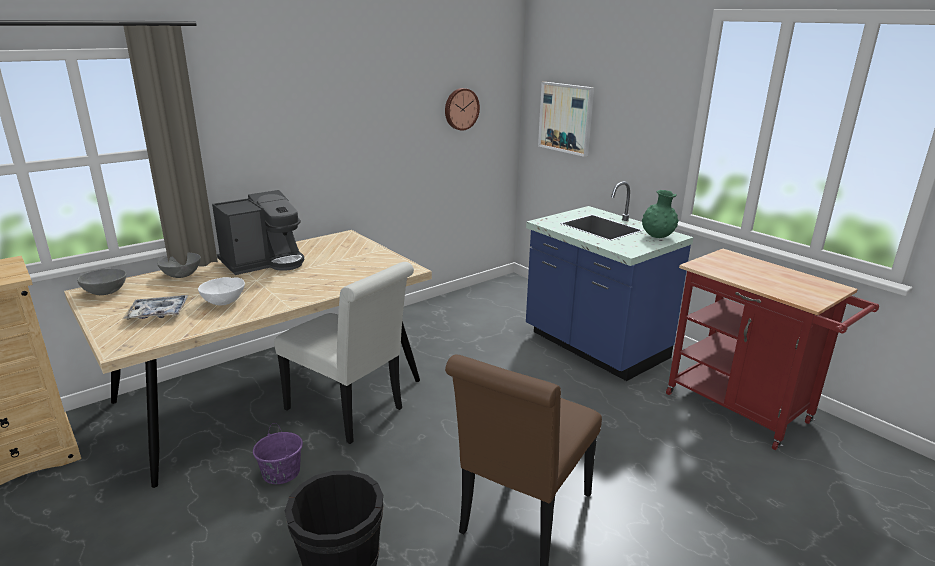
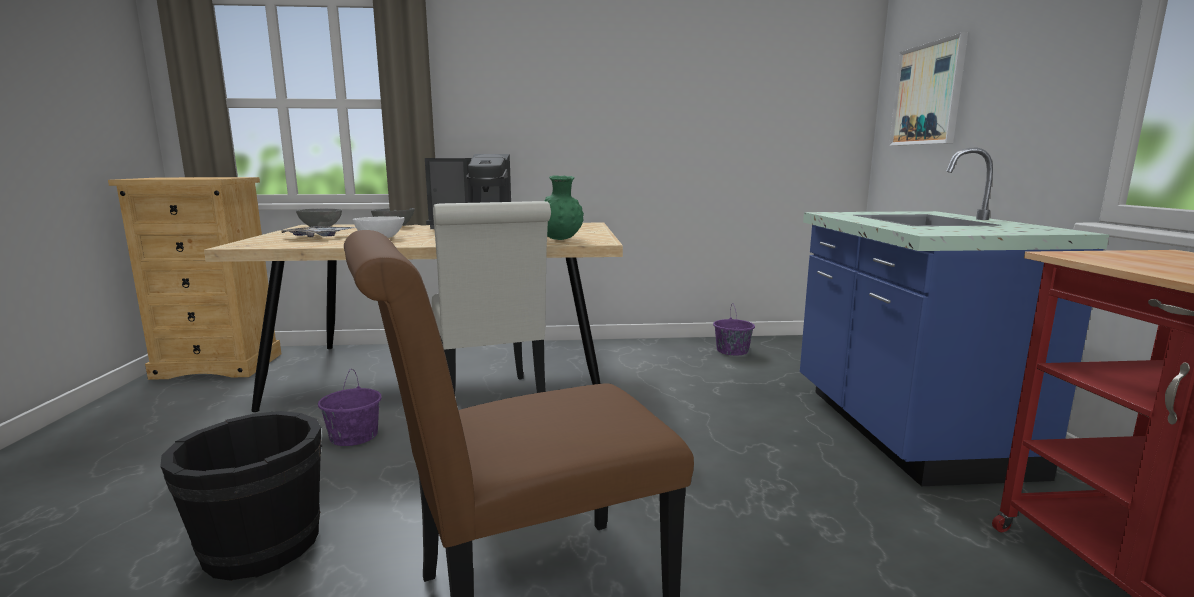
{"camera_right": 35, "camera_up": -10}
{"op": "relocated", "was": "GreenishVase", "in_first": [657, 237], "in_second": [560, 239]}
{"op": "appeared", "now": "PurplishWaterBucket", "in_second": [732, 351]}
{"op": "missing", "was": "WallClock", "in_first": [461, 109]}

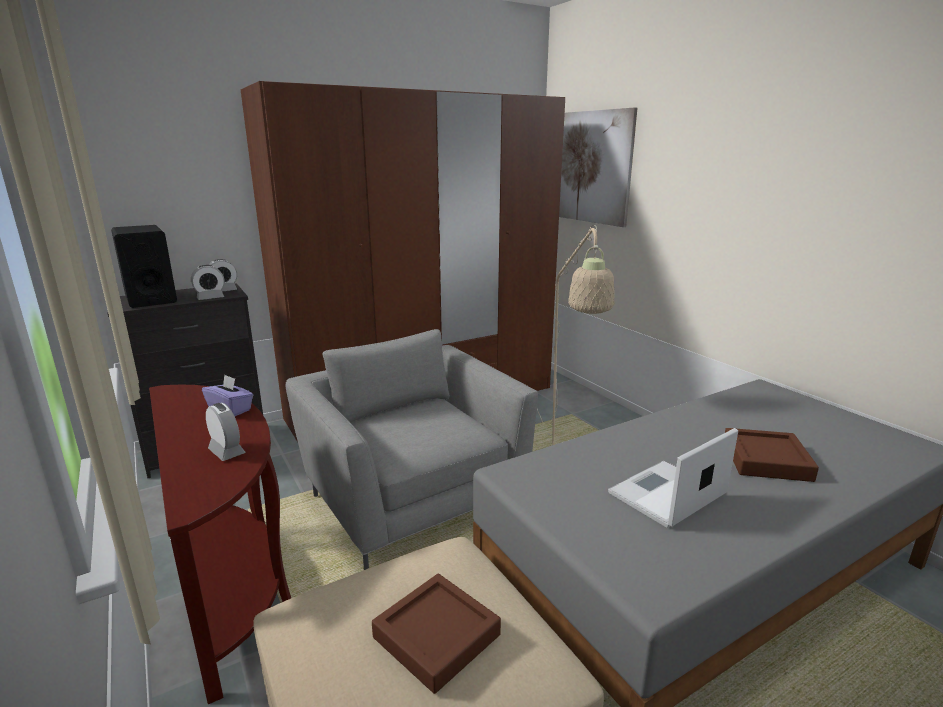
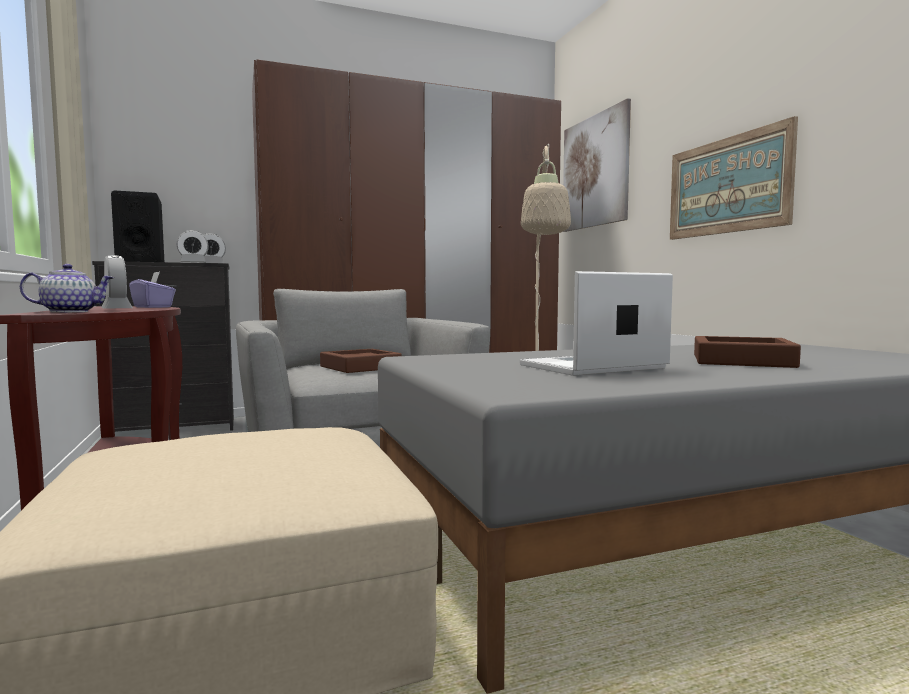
{"camera_right": 10, "camera_up": -15}
{"op": "appeared", "now": "PotForTea", "in_second": [70, 312]}
{"op": "relocated", "was": "BrownColouredTray", "in_first": [436, 636], "in_second": [360, 367]}
{"op": "appeared", "now": "Picture", "in_second": [727, 186]}

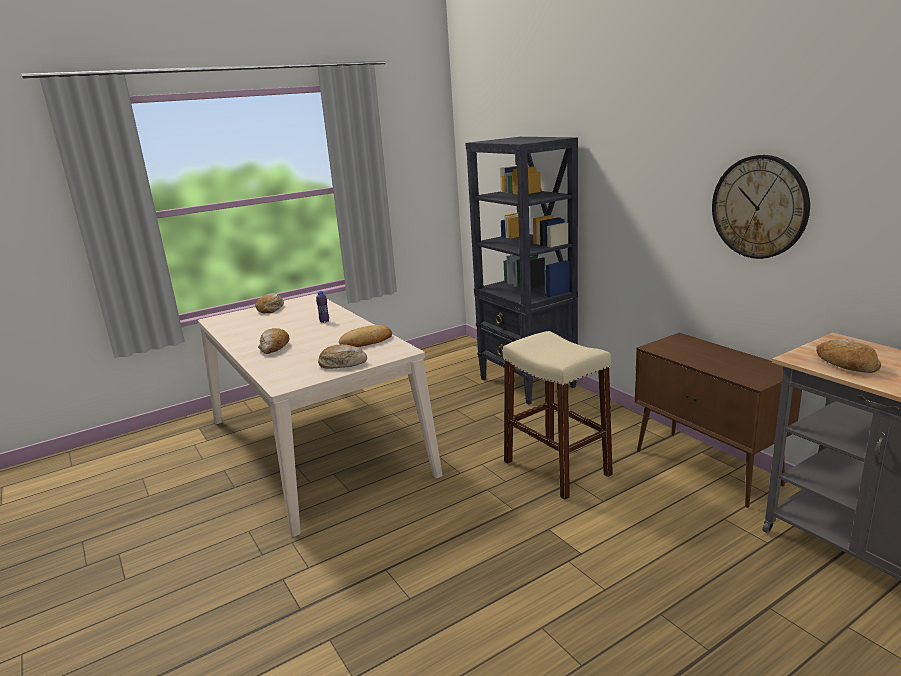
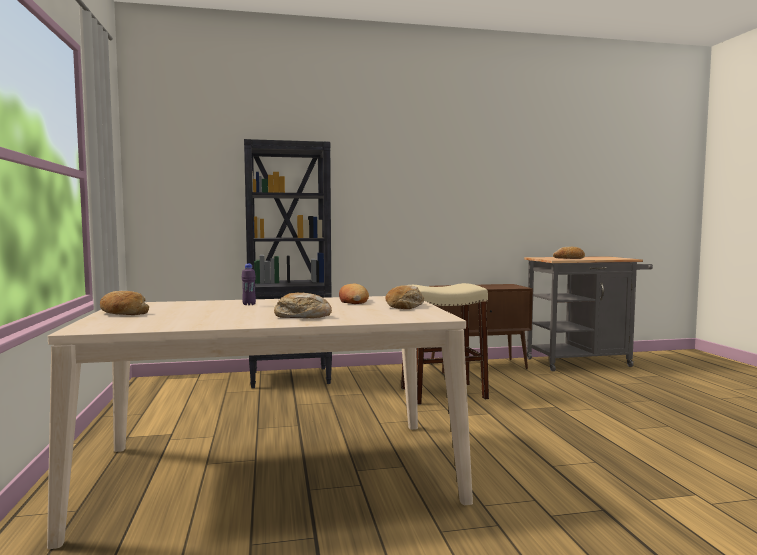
{"camera_right": -70, "camera_up": -15}
{"op": "missing", "was": "WallClock", "in_first": [759, 207]}

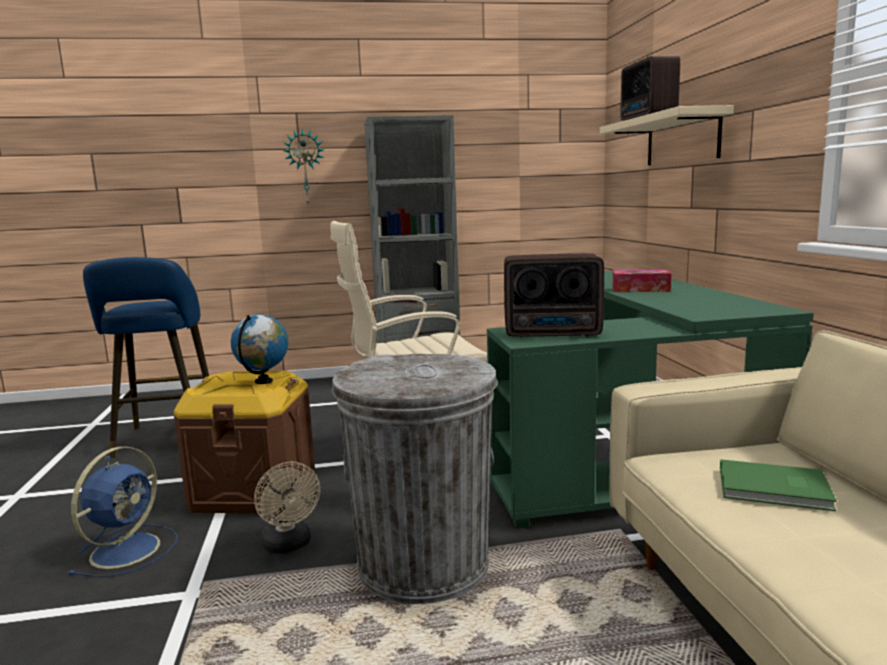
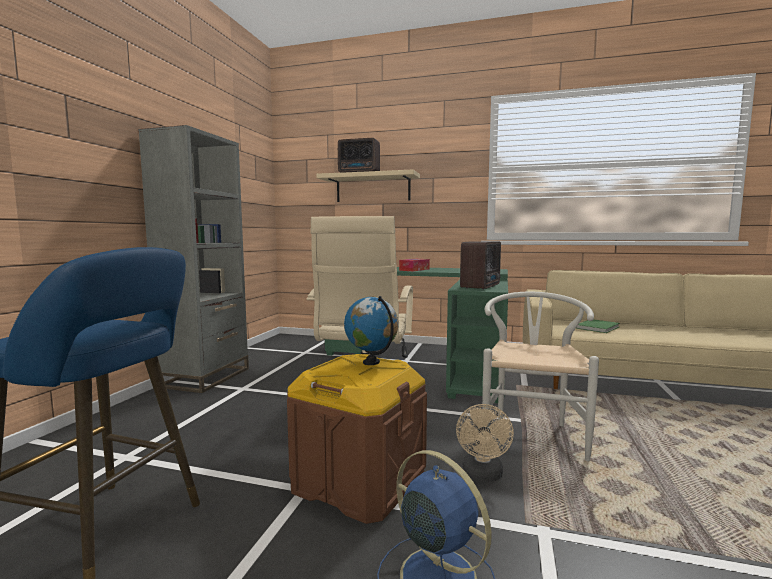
{"camera_right": -65, "camera_up": -5}
{"op": "spun", "was": "SandColouredCoolingFan", "in_first": [289, 545], "in_second": [482, 475], "clockwise": 105}
{"op": "exchanged", "was": "GreyWasteBin", "now": "WhitishUprightChair", "in_first": [423, 564], "in_second": [532, 434]}
{"op": "missing", "was": "WallClock", "in_first": [305, 167]}

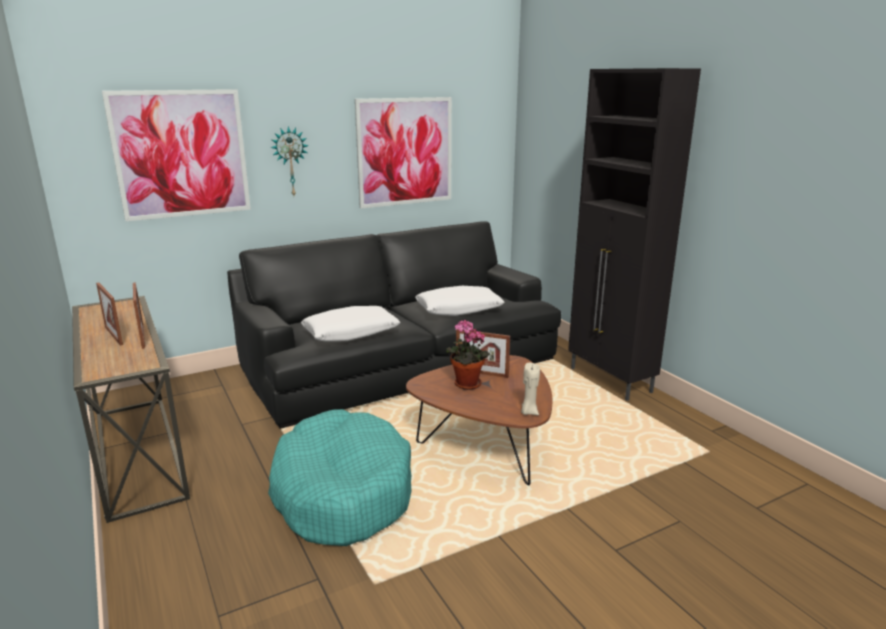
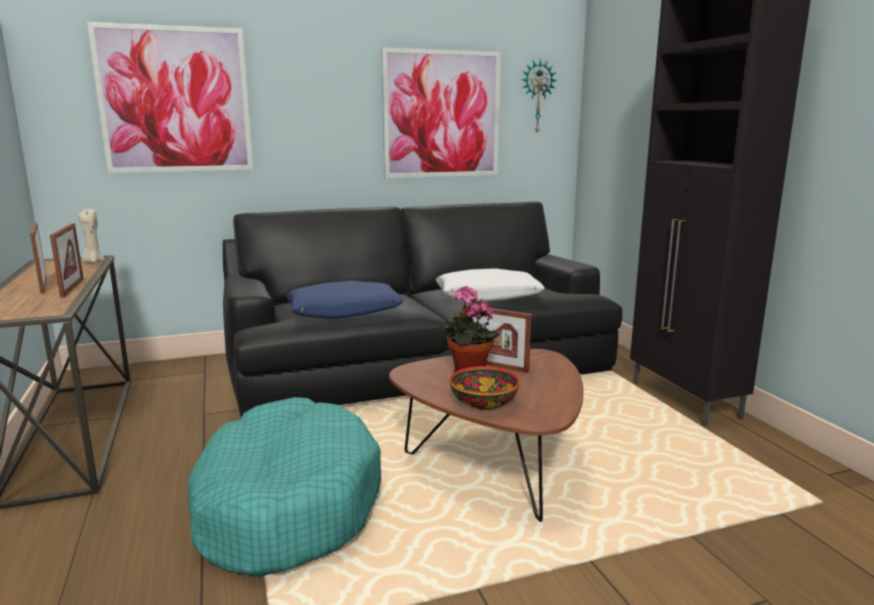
{"camera_right": 10, "camera_up": -5}
{"op": "relocated", "was": "SandColouredWaxCandle", "in_first": [529, 412], "in_second": [93, 261]}
{"op": "colour", "was": "WhitishCushion", "now": "BlueCushion", "in_first": [351, 333], "in_second": [344, 312]}
{"op": "appeared", "now": "DeepDish", "in_second": [484, 403]}
{"op": "relocated", "was": "WallClock", "in_first": [290, 162], "in_second": [537, 97]}

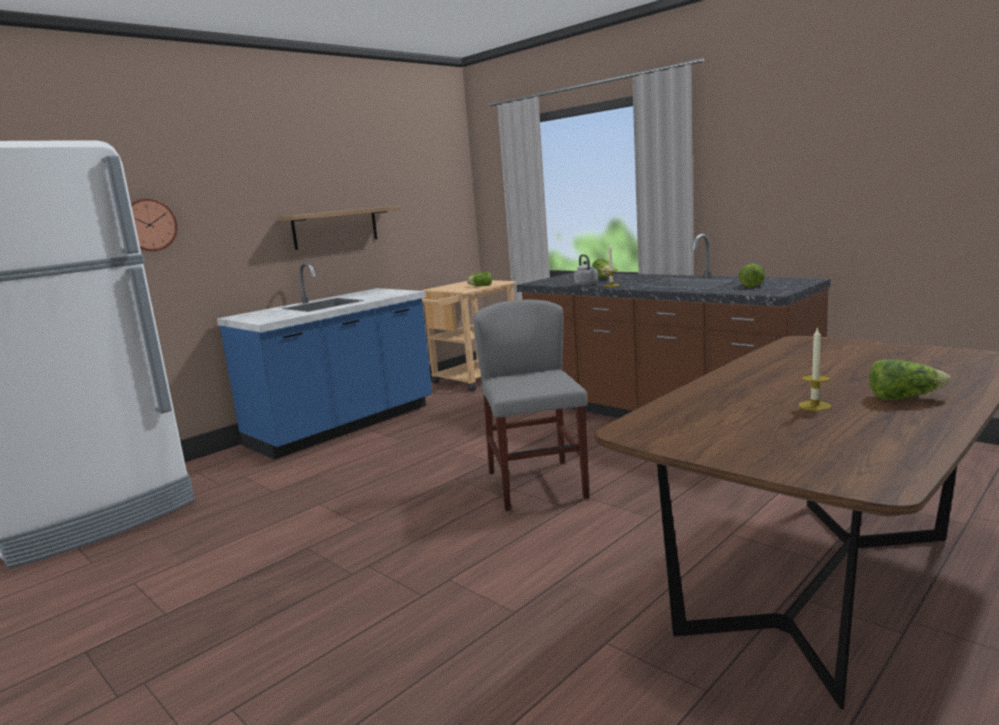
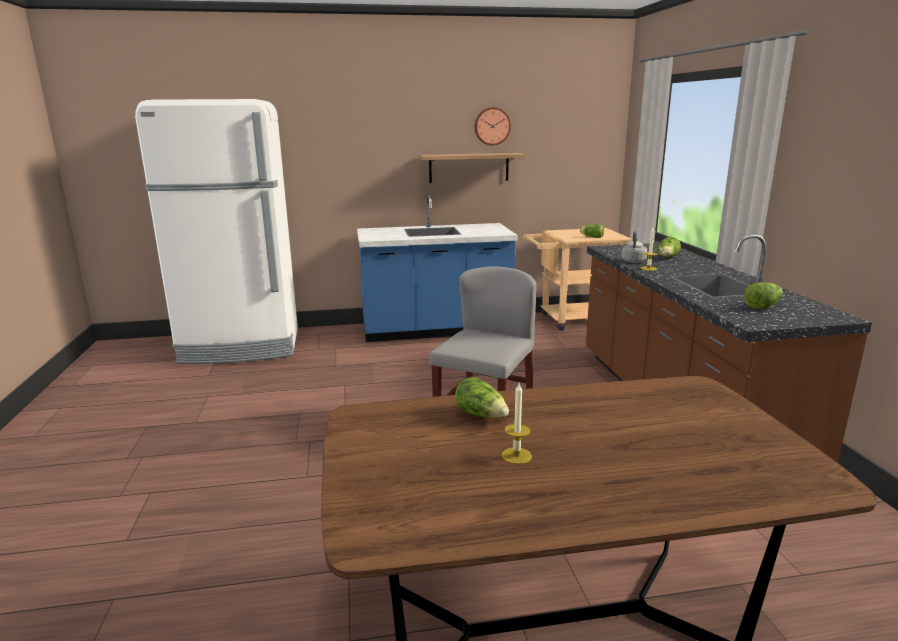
{"camera_right": 35, "camera_up": 5}
{"op": "relocated", "was": "LettuceHead", "in_first": [903, 397], "in_second": [482, 415]}
{"op": "relocated", "was": "WallClock", "in_first": [148, 225], "in_second": [492, 126]}

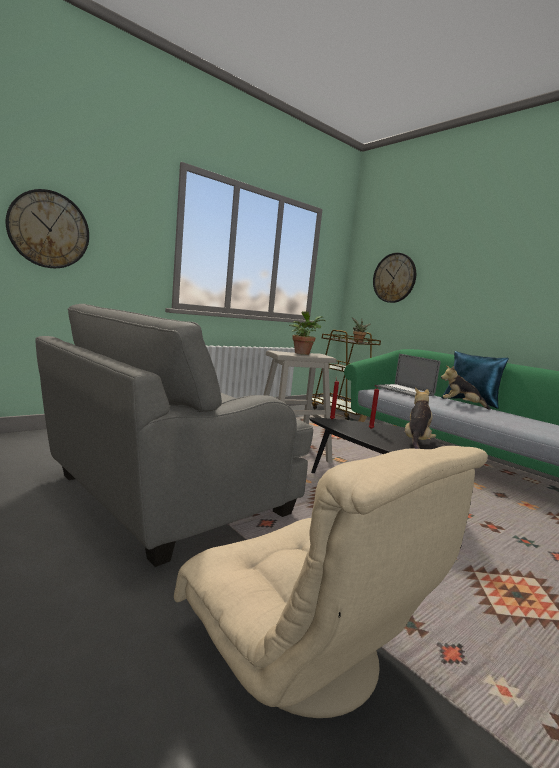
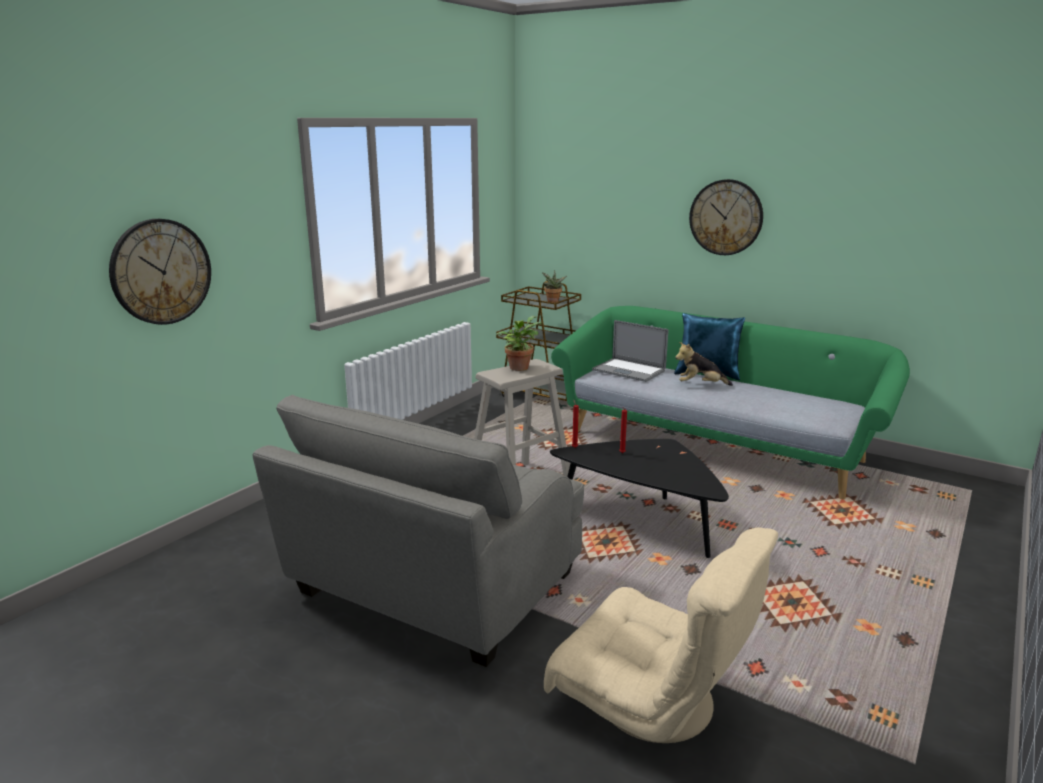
{"camera_right": -15, "camera_up": 10}
{"op": "relocated", "was": "WallClock", "in_first": [394, 278], "in_second": [726, 217]}
{"op": "missing", "was": "SoftToy", "in_first": [416, 442]}

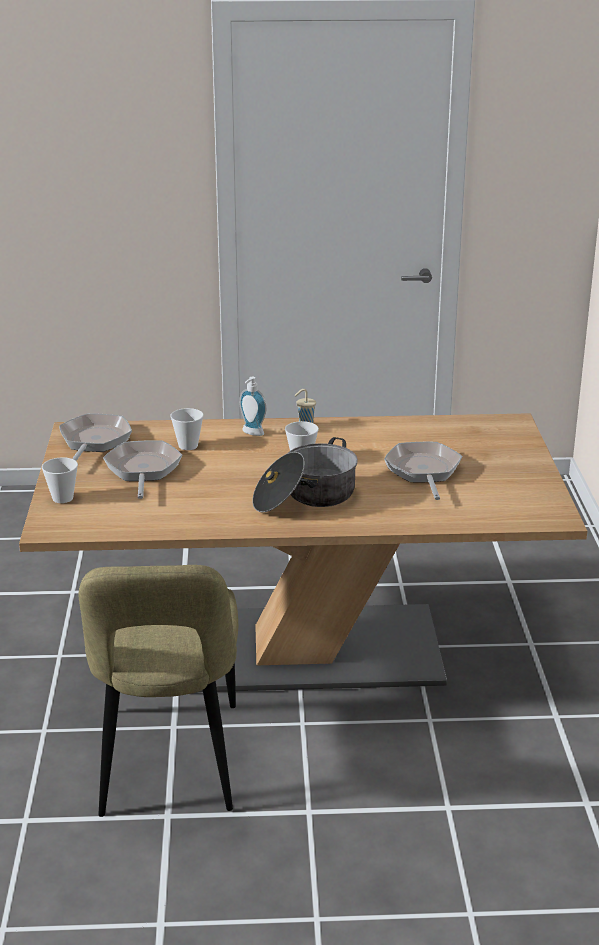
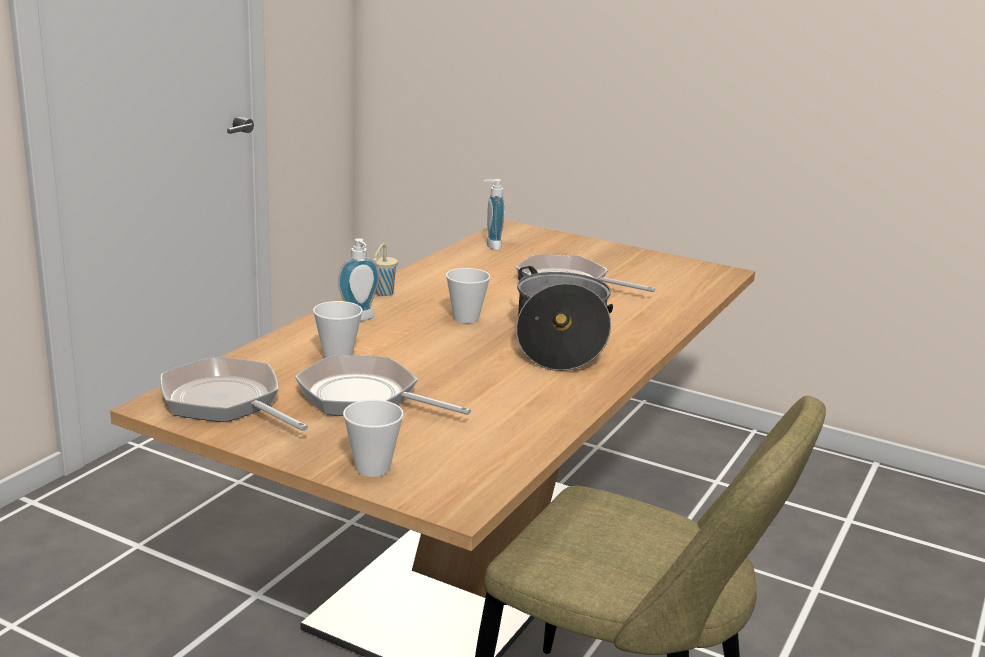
{"camera_right": -60, "camera_up": -5}
{"op": "appeared", "now": "SoapDispenser", "in_second": [490, 246]}

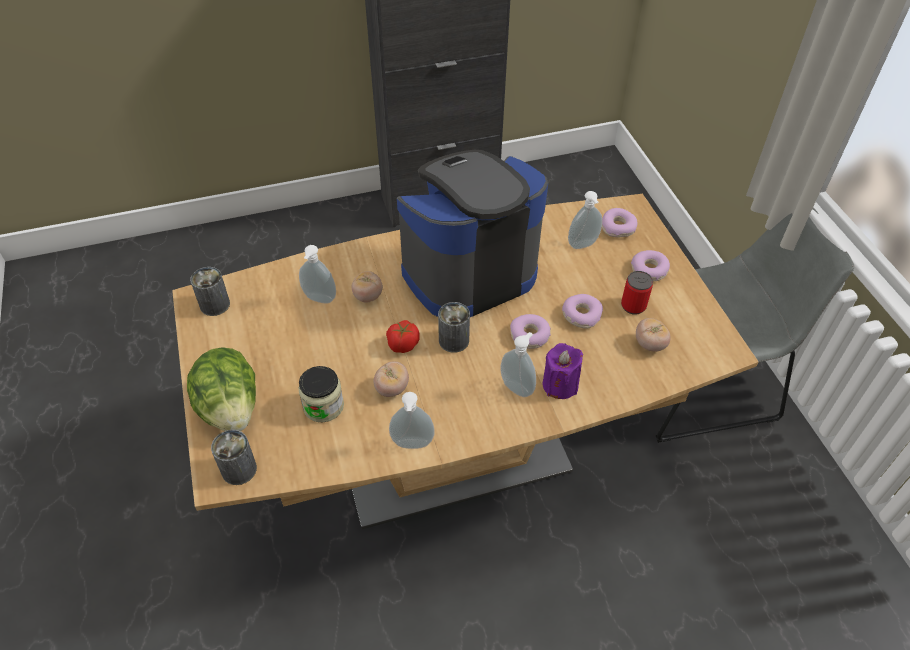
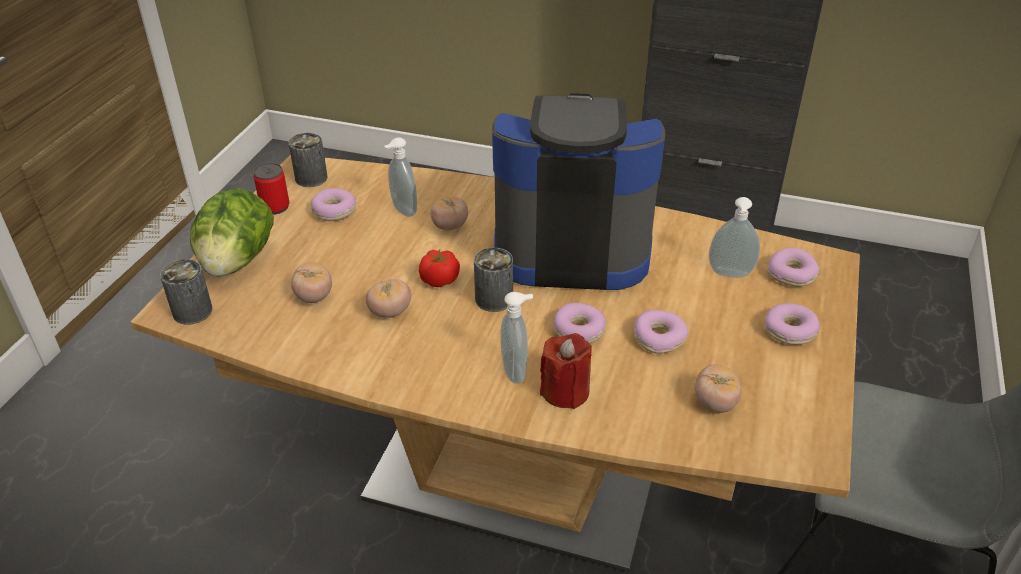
{"camera_right": 35, "camera_up": -10}
{"op": "relocated", "was": "SealedCan", "in_first": [633, 306], "in_second": [275, 207]}
{"op": "exchanged", "was": "Jar", "now": "WholeTomato", "in_first": [323, 406], "in_second": [314, 297]}
{"op": "appeared", "now": "Donut", "in_second": [334, 211]}
{"op": "colour", "was": "PurplishWaxCandle", "now": "RedColouredWaxCandle", "in_first": [560, 385], "in_second": [565, 391]}
{"op": "missing", "was": "SoapDispenser", "in_first": [412, 445]}

